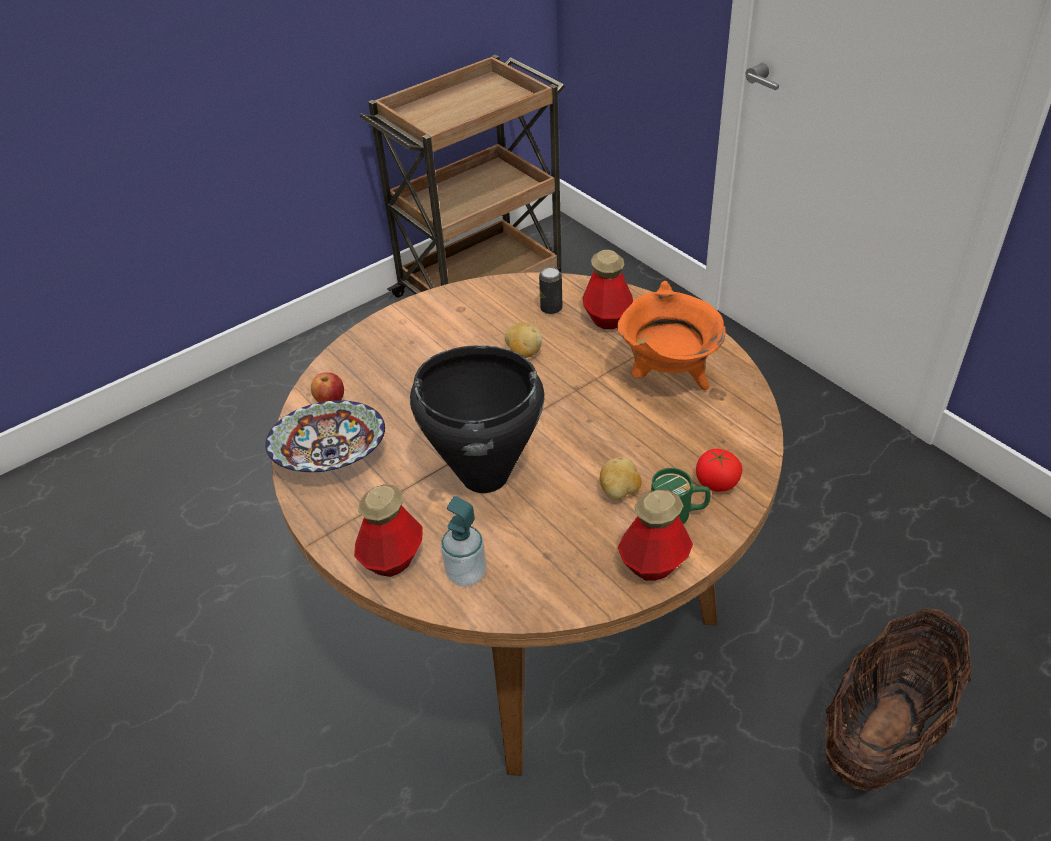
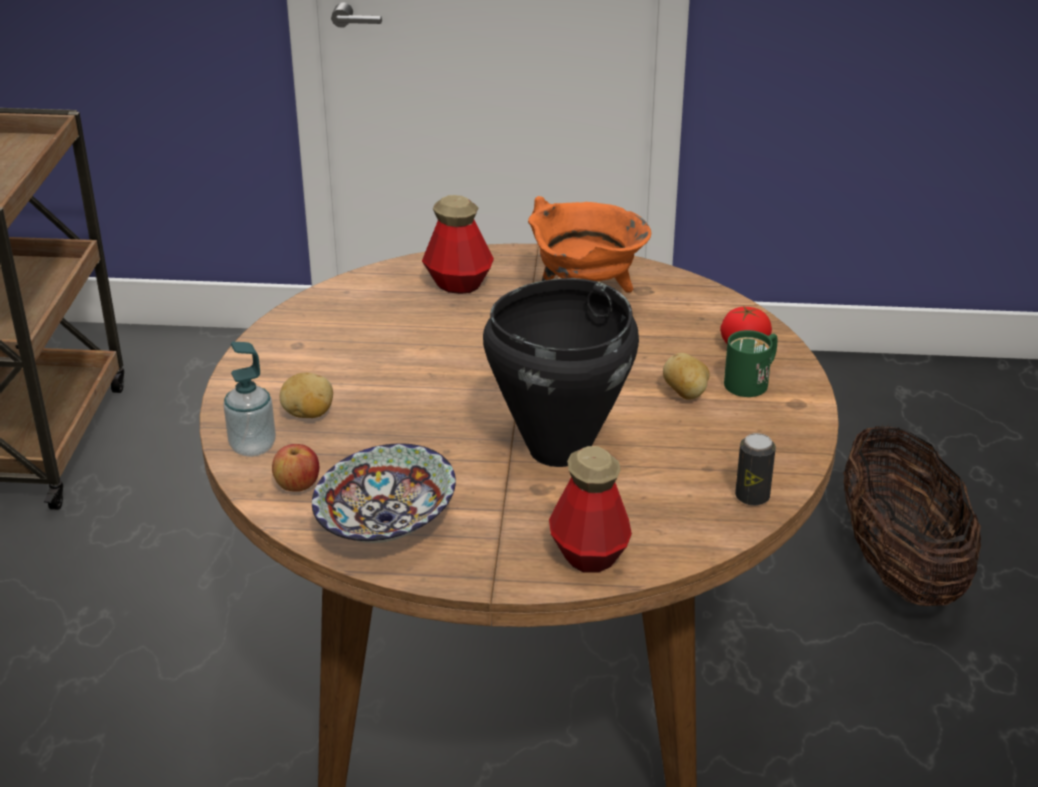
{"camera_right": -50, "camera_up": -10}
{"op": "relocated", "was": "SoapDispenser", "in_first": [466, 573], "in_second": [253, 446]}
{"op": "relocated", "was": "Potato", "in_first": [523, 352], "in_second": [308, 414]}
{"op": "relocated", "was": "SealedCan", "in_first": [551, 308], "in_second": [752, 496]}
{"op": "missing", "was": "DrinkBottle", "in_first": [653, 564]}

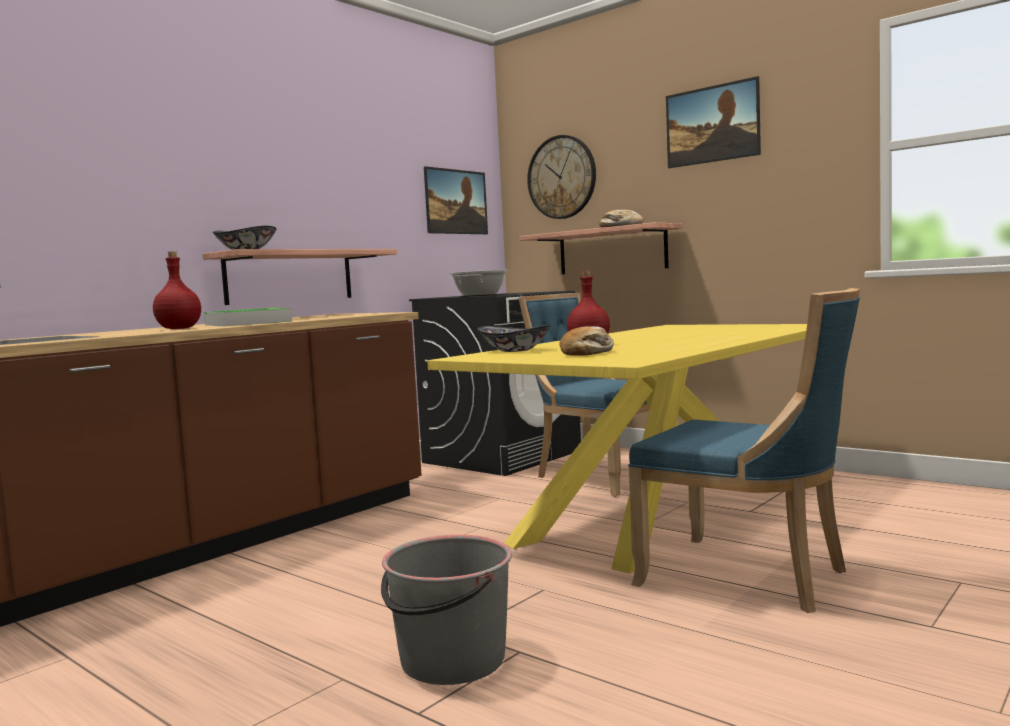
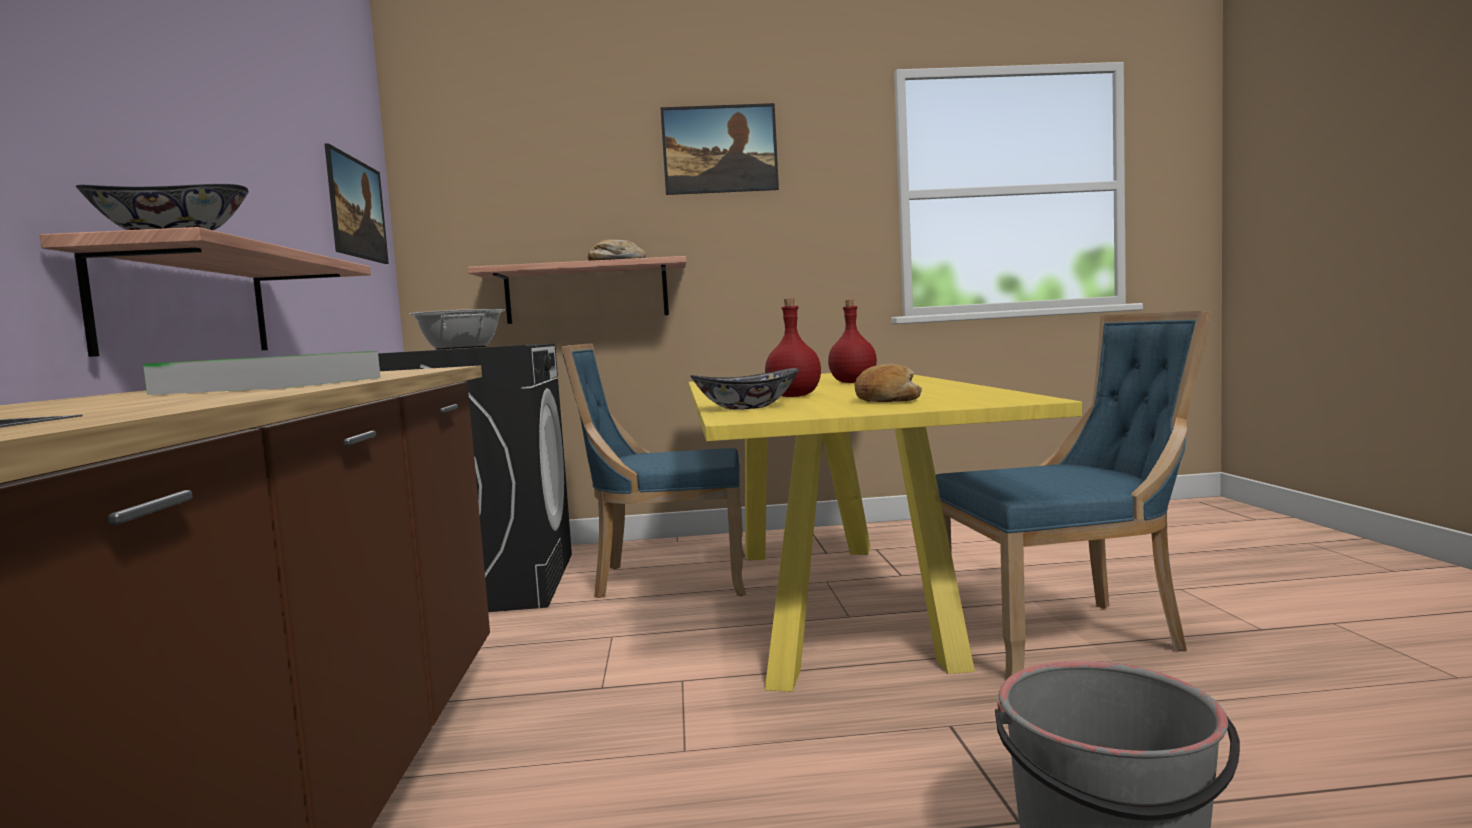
{"camera_right": -45, "camera_up": 0}
{"op": "relocated", "was": "RedColouredDrinkBottle", "in_first": [180, 328], "in_second": [853, 382]}
{"op": "missing", "was": "WallClock", "in_first": [562, 177]}

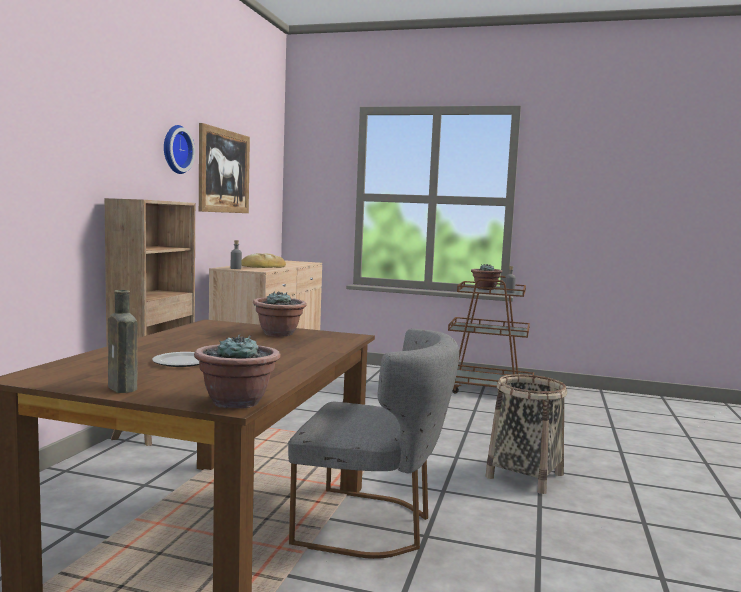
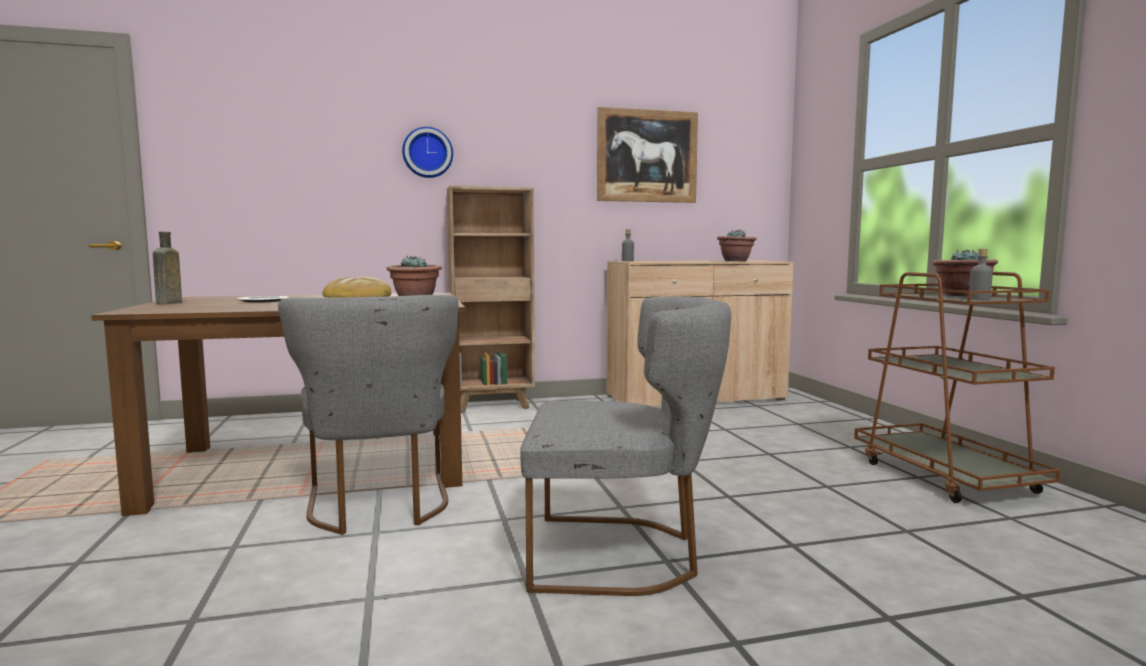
{"camera_right": 60, "camera_up": 0}
{"op": "relocated", "was": "Bread", "in_first": [262, 266], "in_second": [358, 296]}
{"op": "relocated", "was": "WallClock", "in_first": [175, 149], "in_second": [427, 153]}
{"op": "exchanged", "was": "StorageBasket", "now": "GreyUprightChair", "in_first": [525, 476], "in_second": [622, 554]}
{"op": "relocated", "was": "PlantInAPot", "in_first": [237, 402], "in_second": [736, 261]}

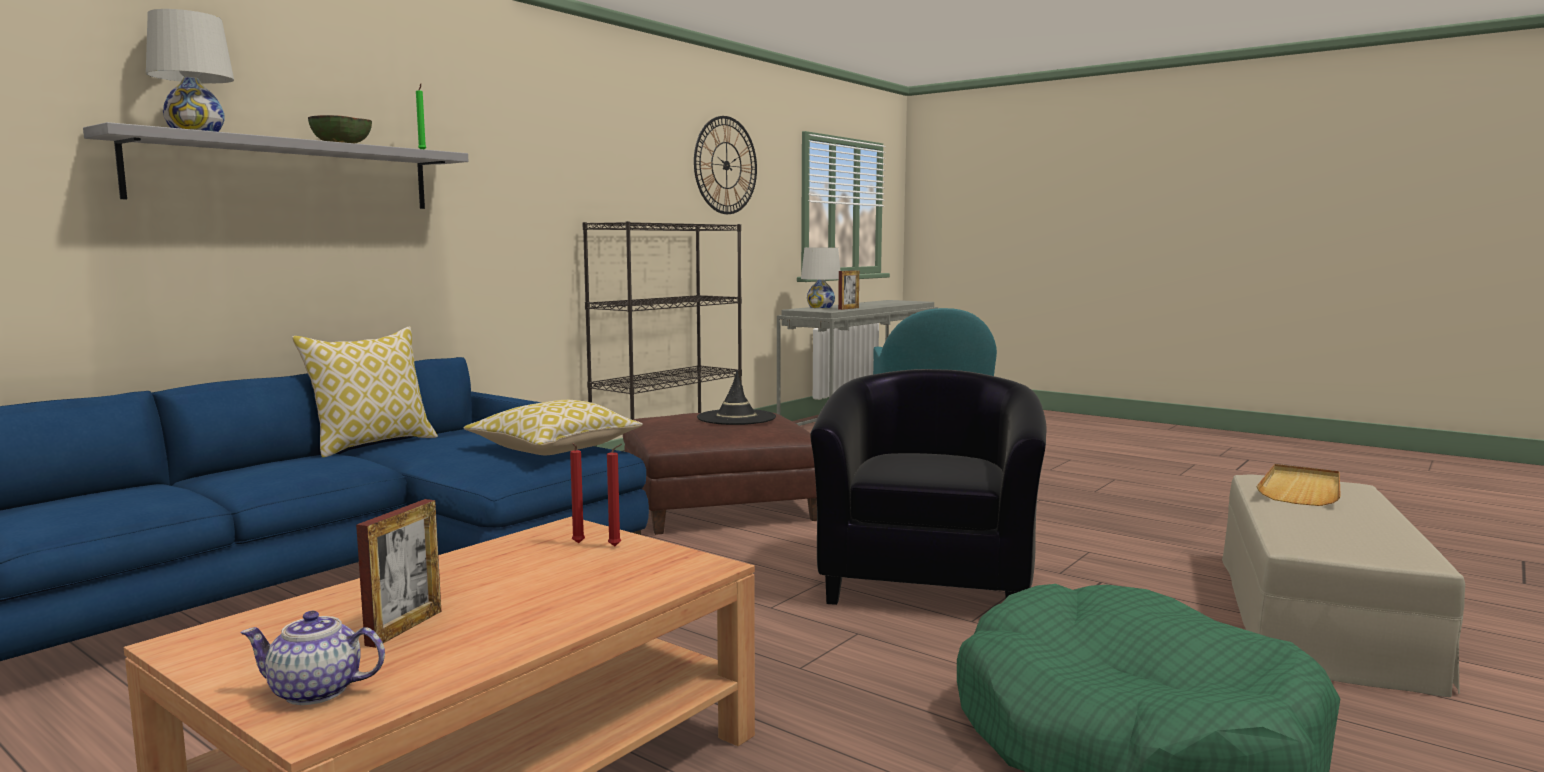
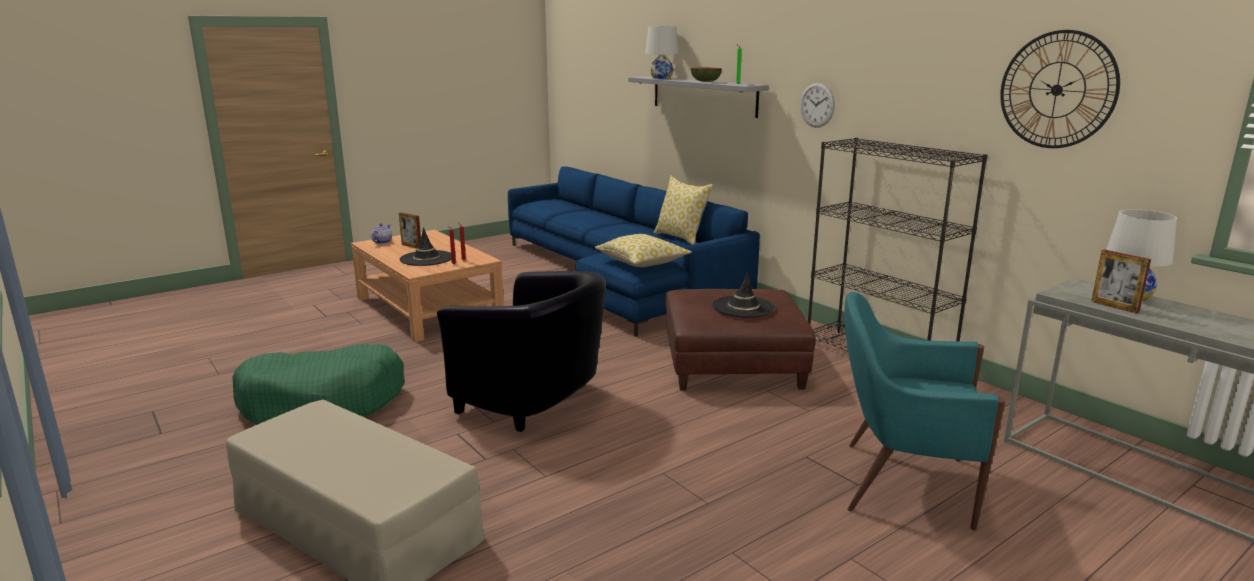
{"camera_right": 105, "camera_up": 10}
{"op": "appeared", "now": "BlackHat", "in_second": [426, 258]}
{"op": "appeared", "now": "WallClock", "in_second": [817, 105]}
{"op": "missing", "was": "SandColouredTray", "in_first": [1301, 489]}

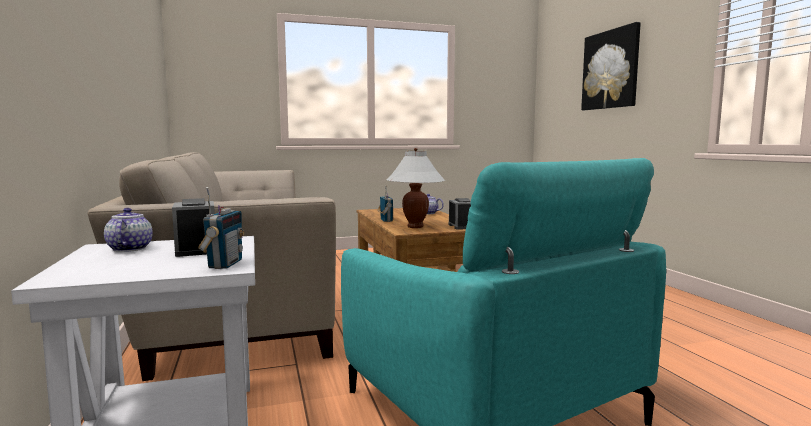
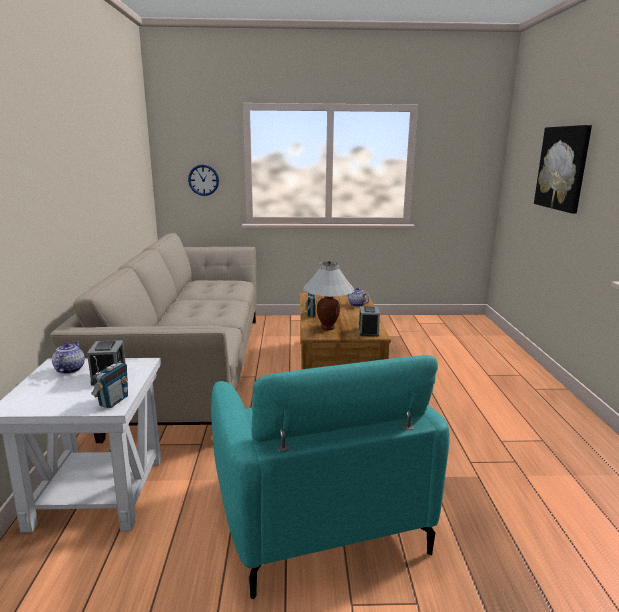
{"camera_right": 15, "camera_up": 10}
{"op": "appeared", "now": "WallClock", "in_second": [203, 180]}

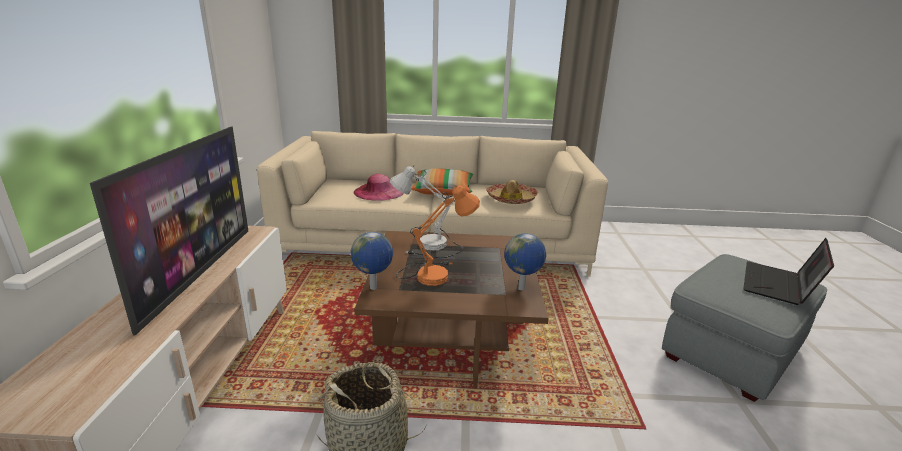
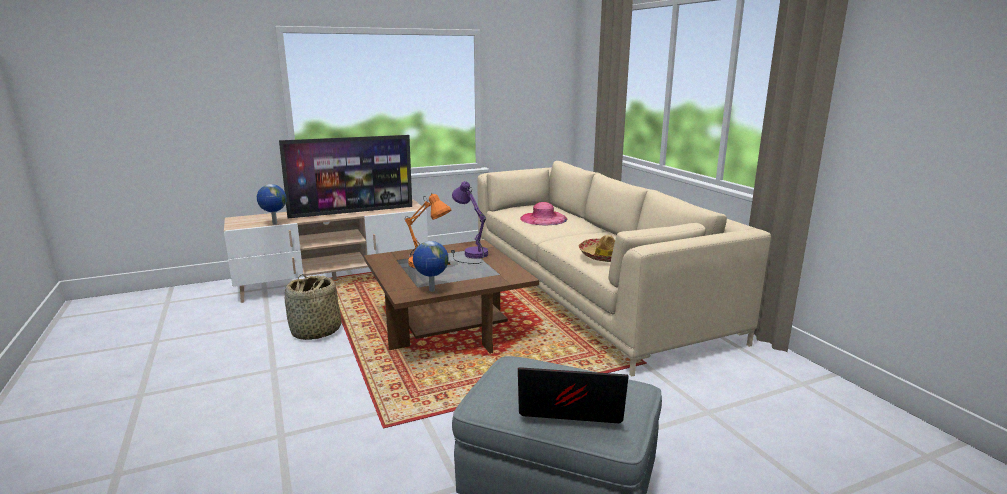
{"camera_right": 65, "camera_up": -5}
{"op": "relocated", "was": "WorldGlobe", "in_first": [374, 288], "in_second": [274, 224]}
{"op": "colour", "was": "WhitishTableLamp", "now": "PurplishTableLamp", "in_first": [428, 248], "in_second": [468, 255]}
{"op": "missing", "was": "Cushion", "in_first": [443, 191]}

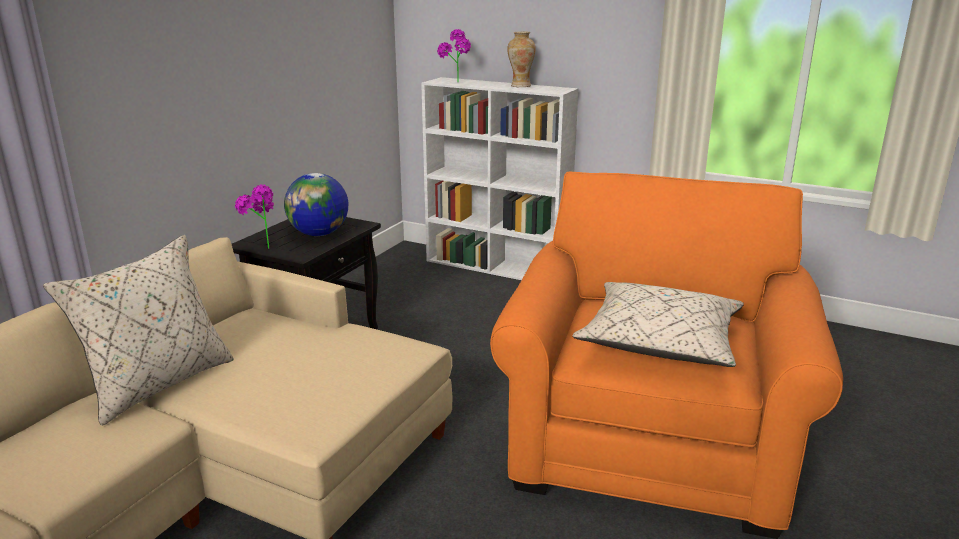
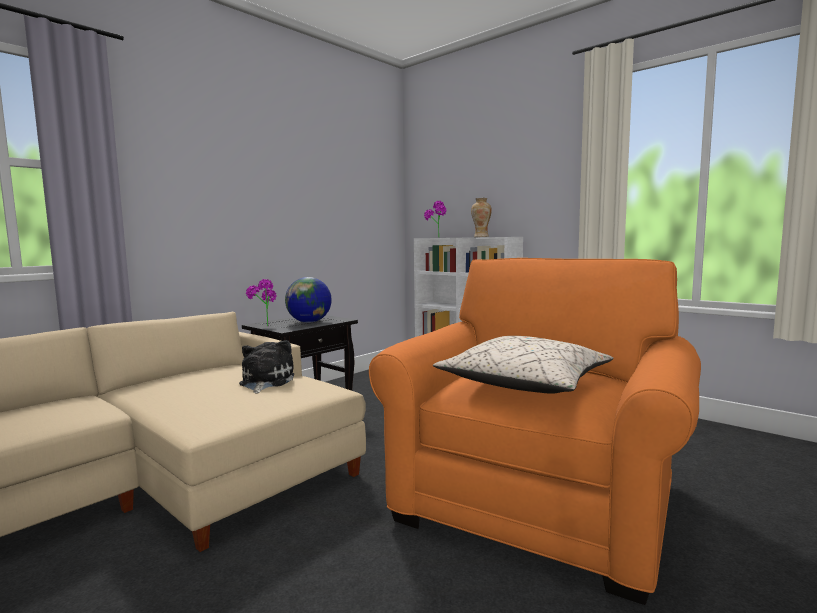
{"camera_right": 15, "camera_up": -15}
{"op": "appeared", "now": "SoftToy", "in_second": [265, 382]}
{"op": "missing", "was": "SandColouredCushion", "in_first": [157, 384]}

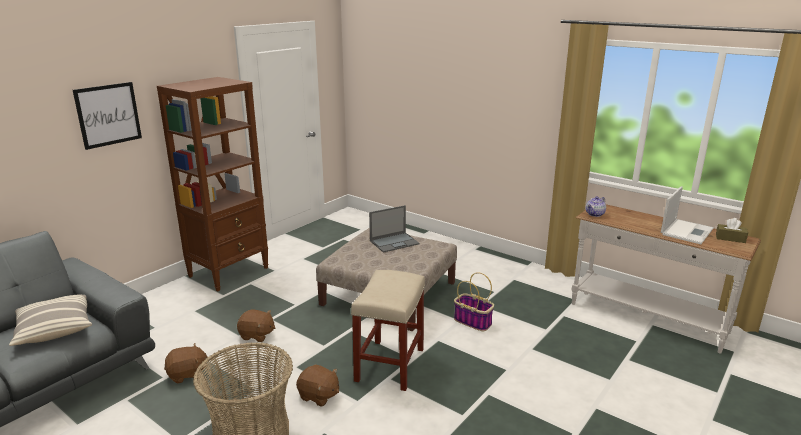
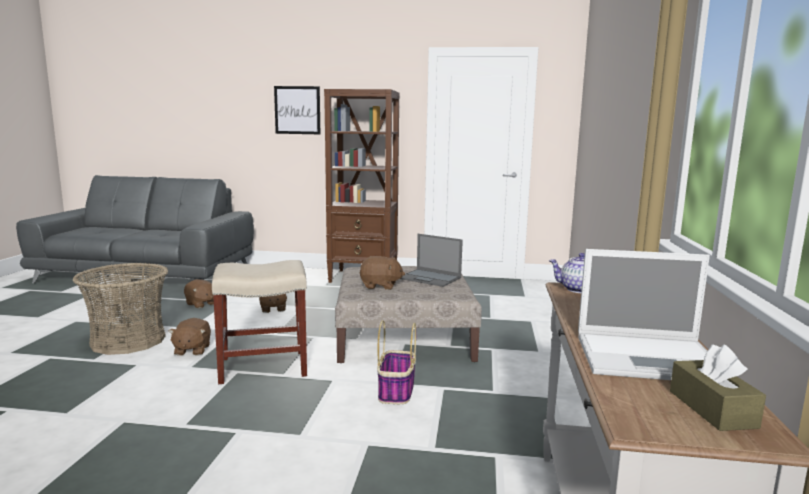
{"camera_right": 60, "camera_up": -10}
{"op": "appeared", "now": "BrownColouredSoftToy", "in_second": [380, 286]}
{"op": "missing", "was": "Cushion", "in_first": [54, 329]}

